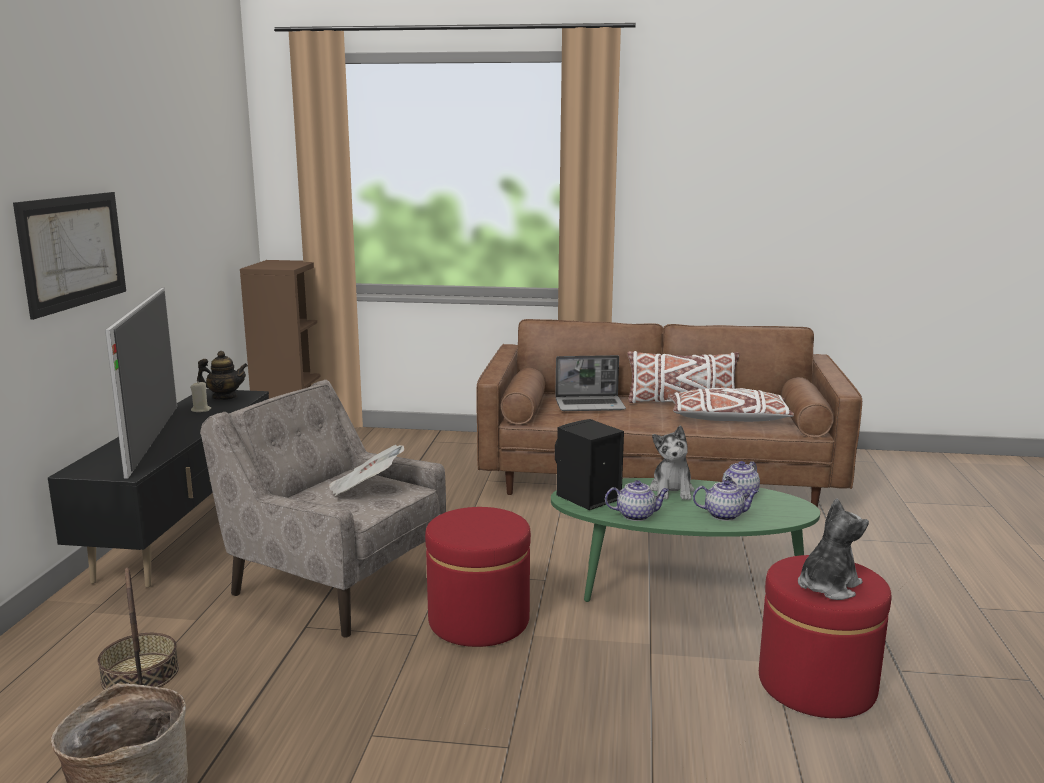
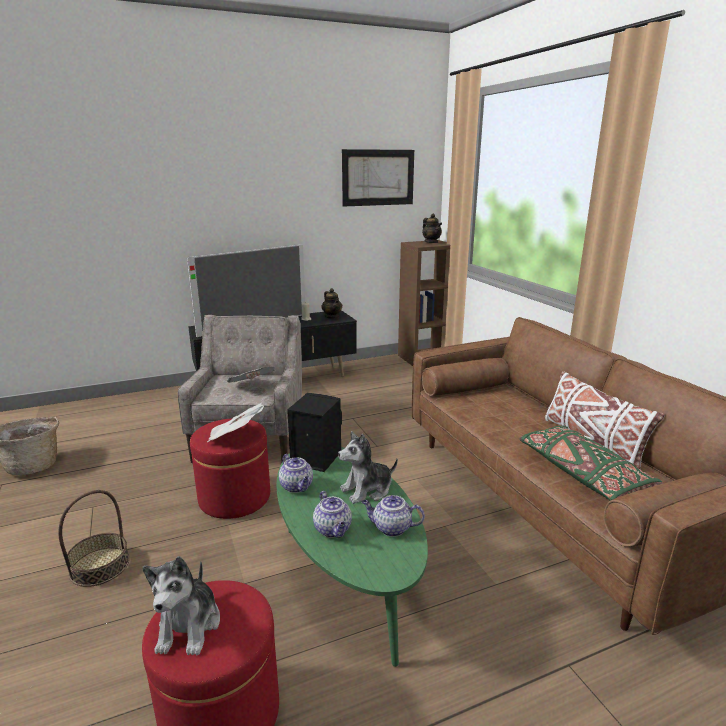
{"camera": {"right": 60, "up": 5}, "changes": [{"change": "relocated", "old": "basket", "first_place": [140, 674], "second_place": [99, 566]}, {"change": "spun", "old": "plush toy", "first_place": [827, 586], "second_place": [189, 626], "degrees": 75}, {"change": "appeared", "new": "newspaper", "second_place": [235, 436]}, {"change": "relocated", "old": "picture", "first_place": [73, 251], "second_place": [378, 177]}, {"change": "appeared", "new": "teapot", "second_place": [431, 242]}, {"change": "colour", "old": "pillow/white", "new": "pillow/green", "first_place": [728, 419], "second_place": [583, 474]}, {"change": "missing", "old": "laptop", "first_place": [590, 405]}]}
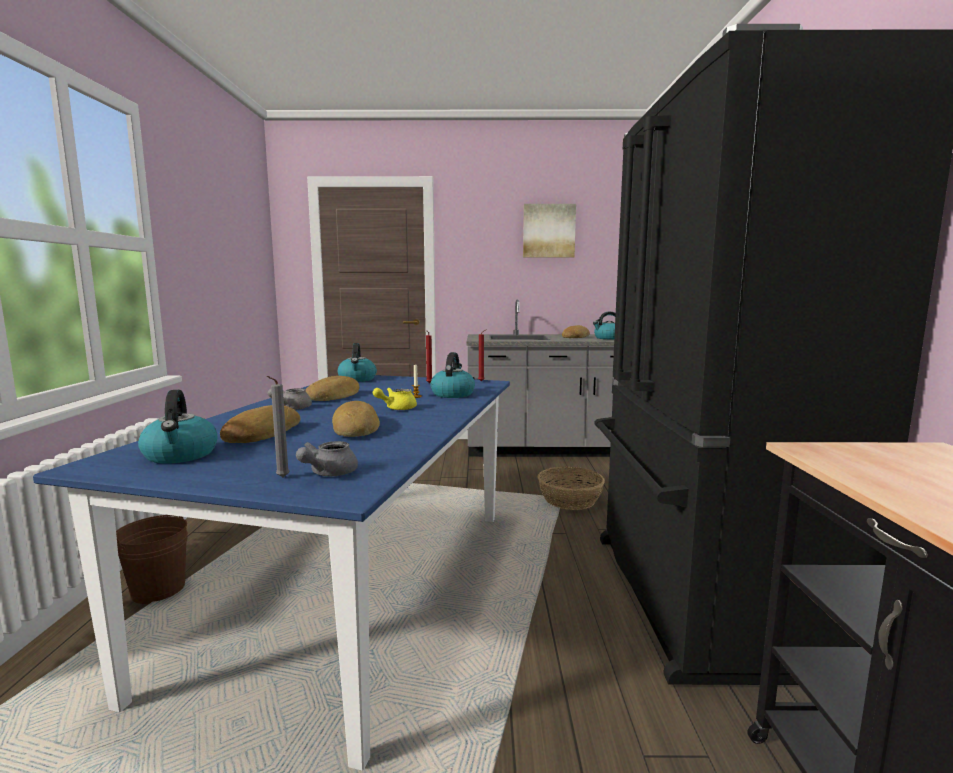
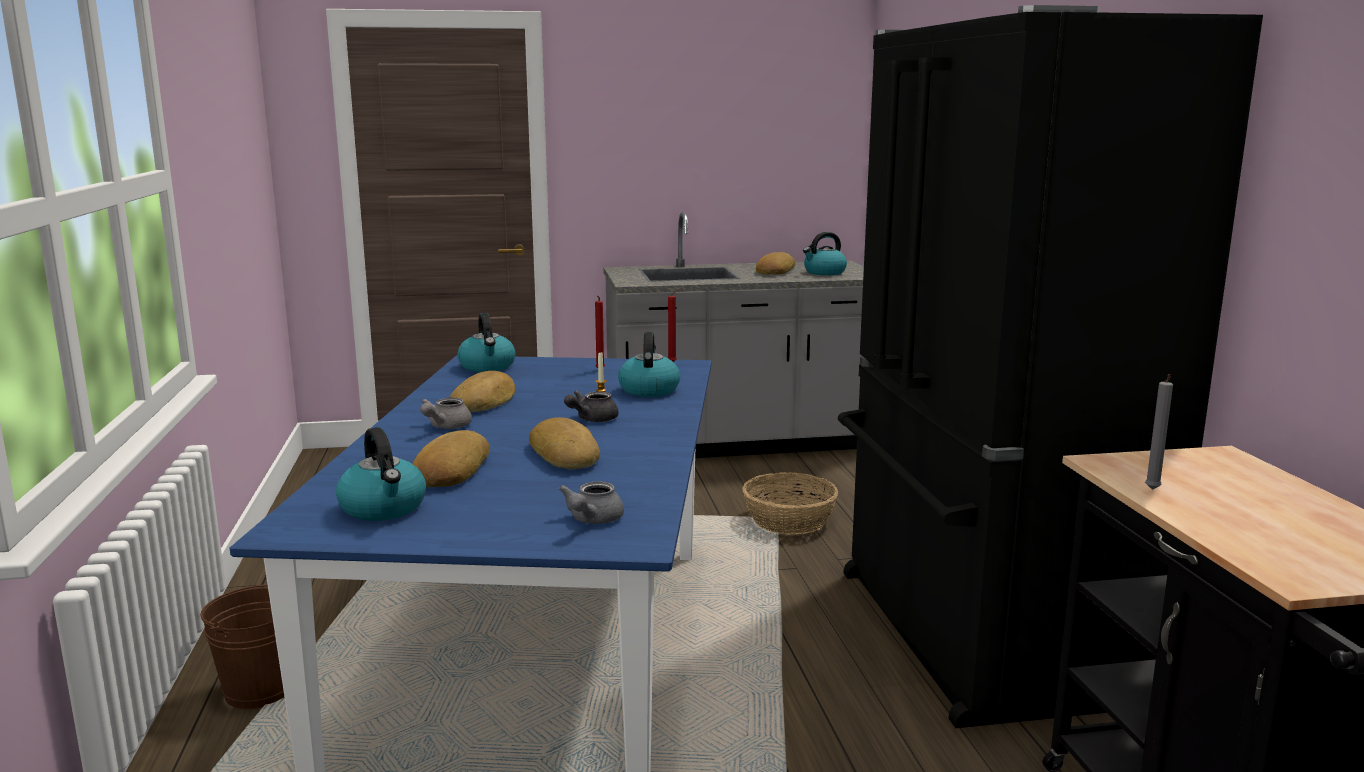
{"camera": {"right": -10, "up": 5}, "changes": [{"change": "colour", "old": "teapot/yellow", "new": "teapot/grey", "first_place": [396, 408], "second_place": [592, 419]}, {"change": "relocated", "old": "candle/grey", "first_place": [281, 478], "second_place": [1152, 490]}, {"change": "missing", "old": "picture", "first_place": [548, 231]}]}
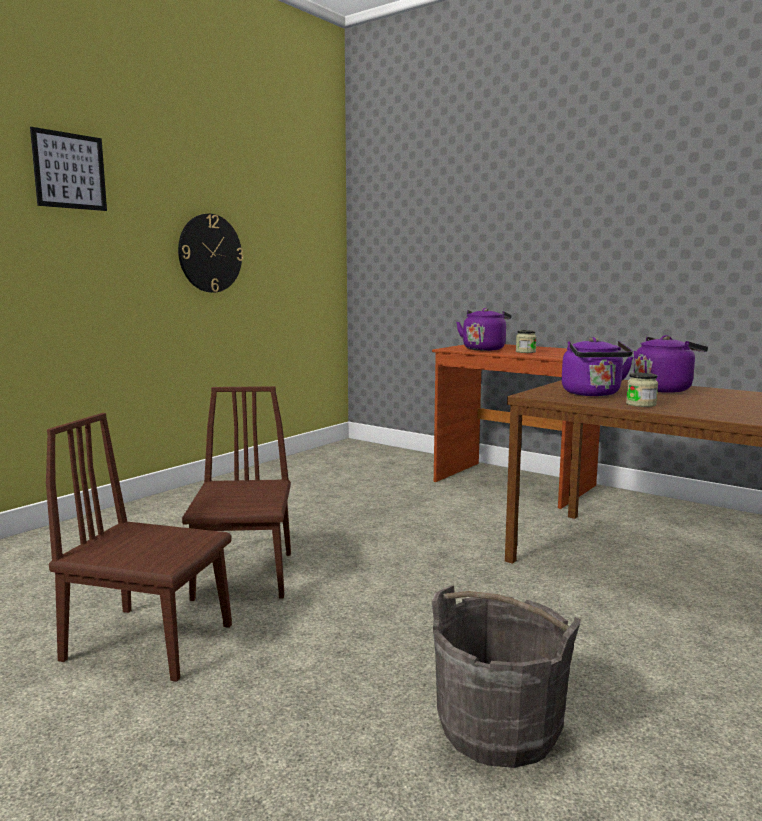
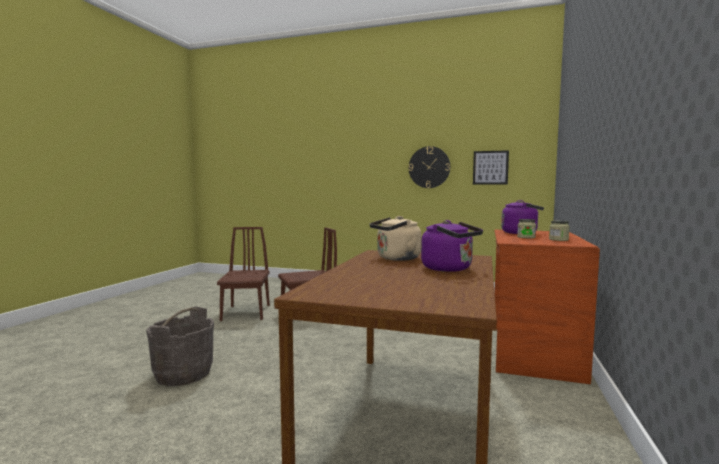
{"camera": {"right": 70, "up": -5}, "changes": [{"change": "colour", "old": "kettle/purple", "new": "kettle/beige", "first_place": [593, 394], "second_place": [396, 258]}, {"change": "relocated", "old": "picture", "first_place": [69, 171], "second_place": [490, 167]}, {"change": "relocated", "old": "jar", "first_place": [641, 404], "second_place": [558, 239]}]}
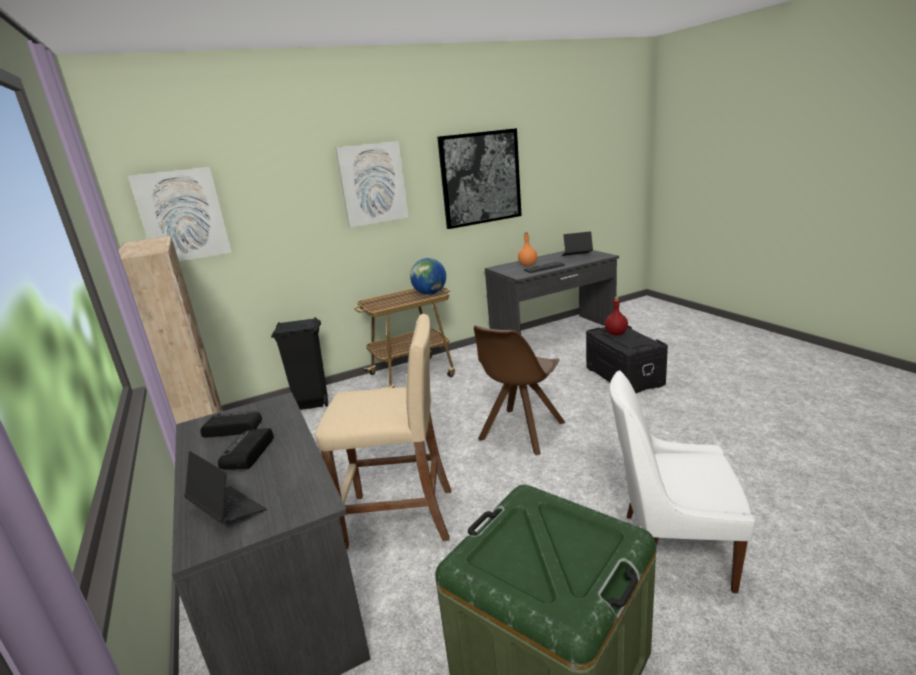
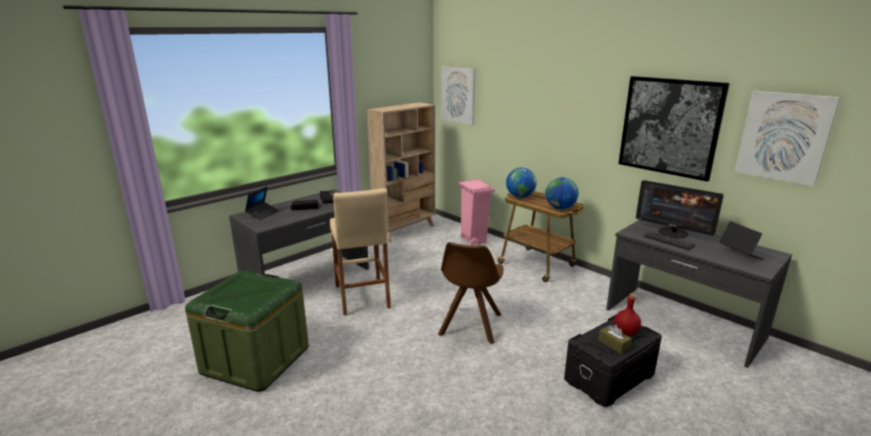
{"camera": {"right": 70, "up": 0}, "changes": [{"change": "spun", "old": "chair/brown", "first_place": [520, 432], "second_place": [470, 325], "degrees": -90}, {"change": "colour", "old": "trash can/black", "new": "trash can/pink", "first_place": [312, 404], "second_place": [473, 240]}, {"change": "appeared", "new": "globe", "second_place": [520, 197]}, {"change": "appeared", "new": "tissue box/brown", "second_place": [613, 344]}, {"change": "exchanged", "old": "bottle/orange", "new": "monitor", "first_place": [527, 265], "second_place": [673, 233]}, {"change": "relocated", "old": "picture", "first_place": [372, 184], "second_place": [783, 137]}, {"change": "missing", "old": "chair/white", "first_place": [670, 550]}]}
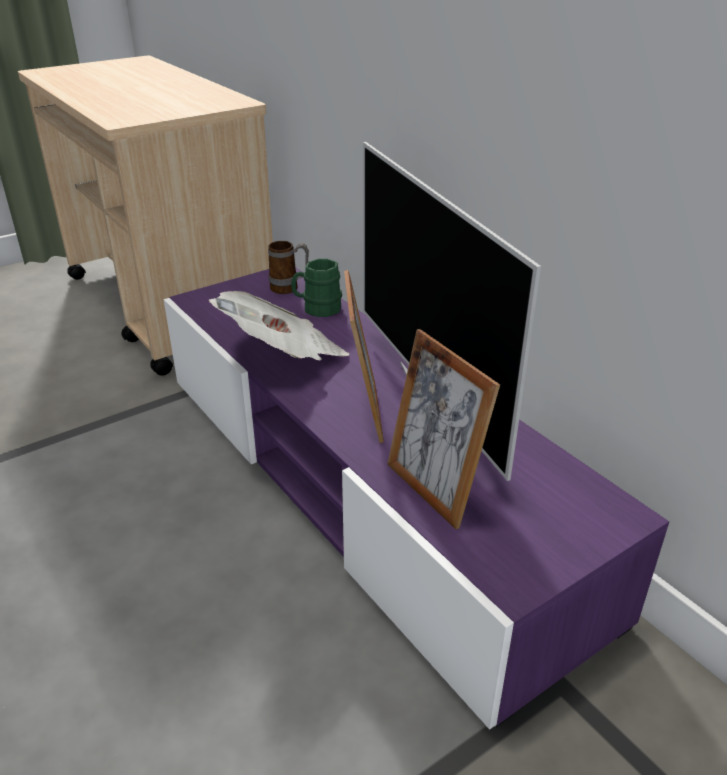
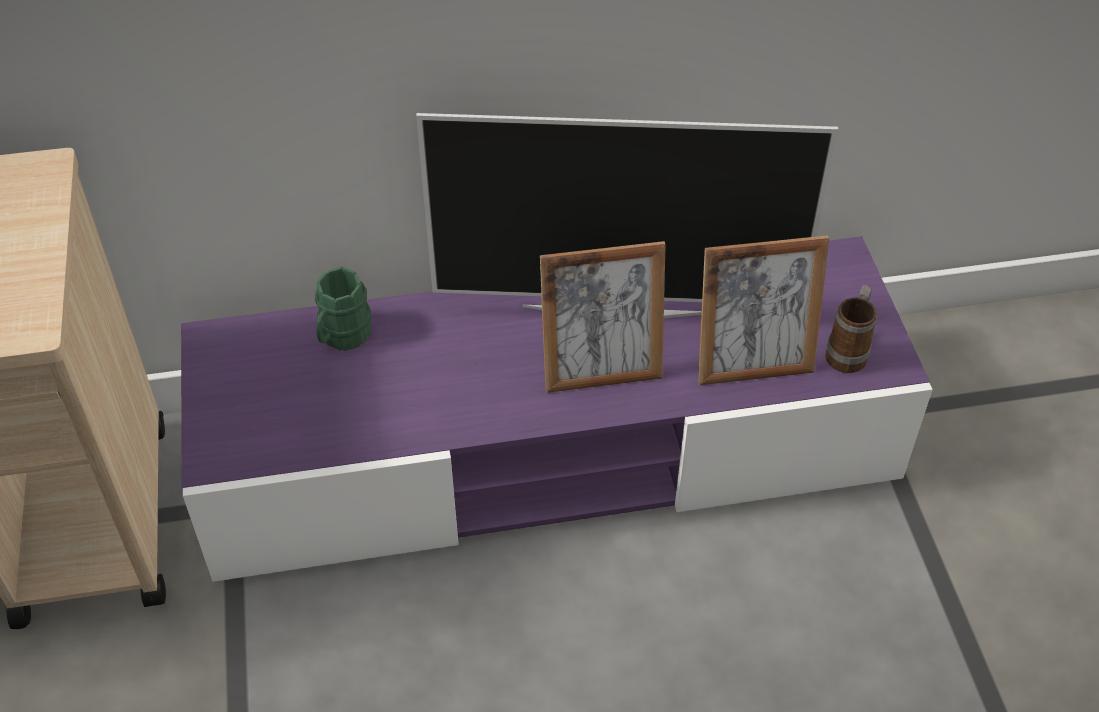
{"camera": {"right": -65, "up": 15}, "changes": [{"change": "spun", "old": "picture frame", "first_place": [363, 413], "second_place": [601, 372], "degrees": 150}, {"change": "relocated", "old": "mug", "first_place": [289, 288], "second_place": [848, 352]}, {"change": "missing", "old": "newspaper", "first_place": [284, 356]}]}
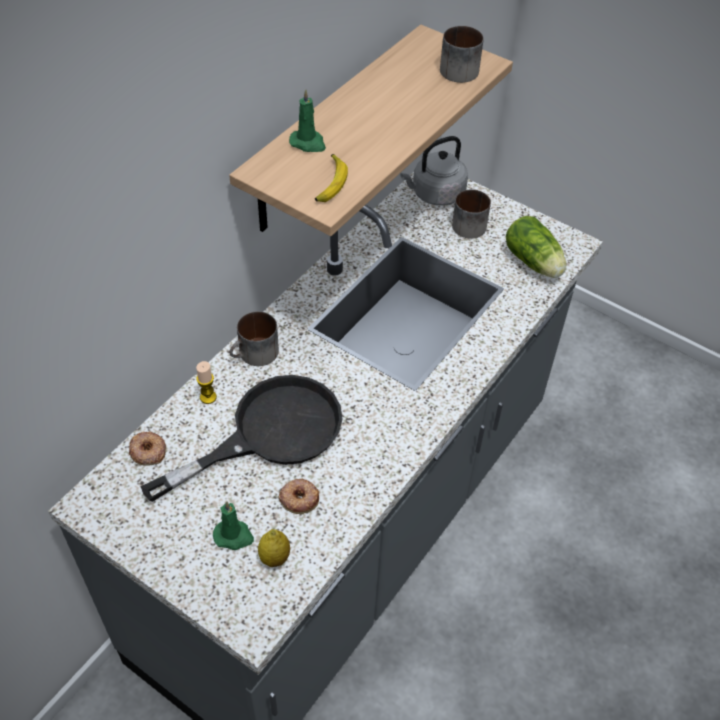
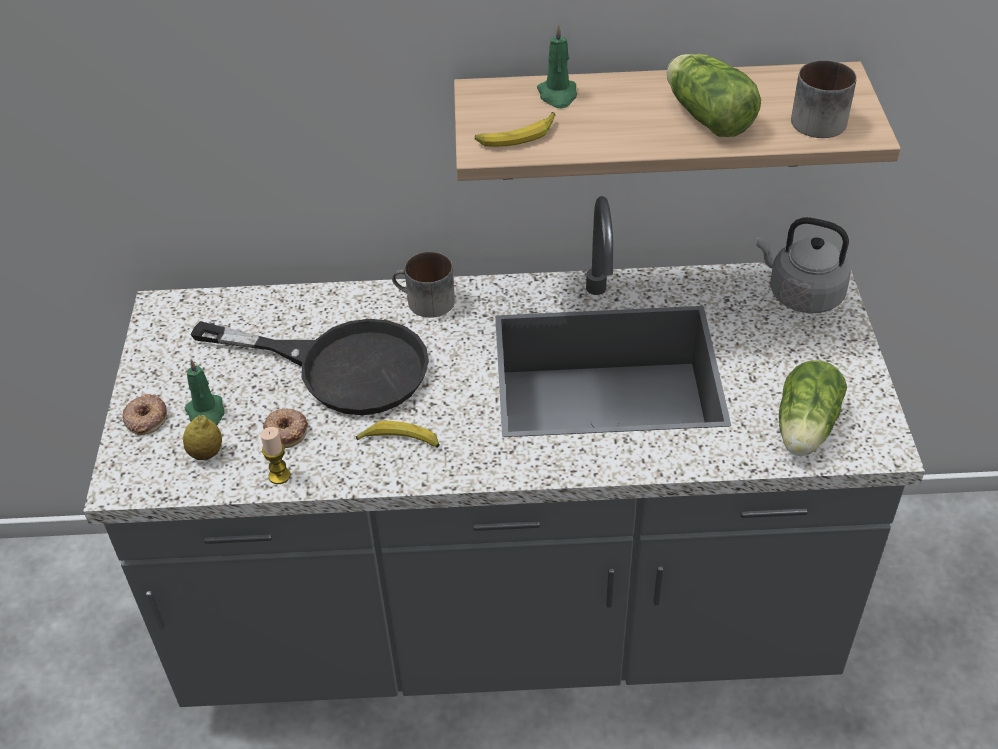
{"camera": {"right": 55, "up": -5}, "changes": [{"change": "relocated", "old": "donut", "first_place": [148, 451], "second_place": [145, 418]}, {"change": "relocated", "old": "candle", "first_place": [208, 397], "second_place": [279, 475]}, {"change": "appeared", "new": "banana", "second_place": [400, 441]}, {"change": "appeared", "new": "lettuce", "second_place": [705, 115]}, {"change": "missing", "old": "mug", "first_place": [470, 223]}]}
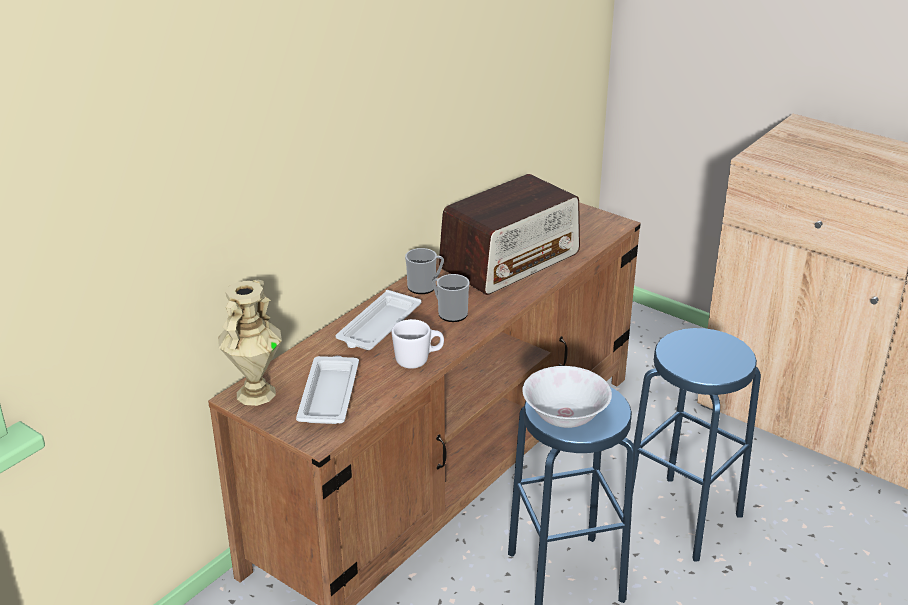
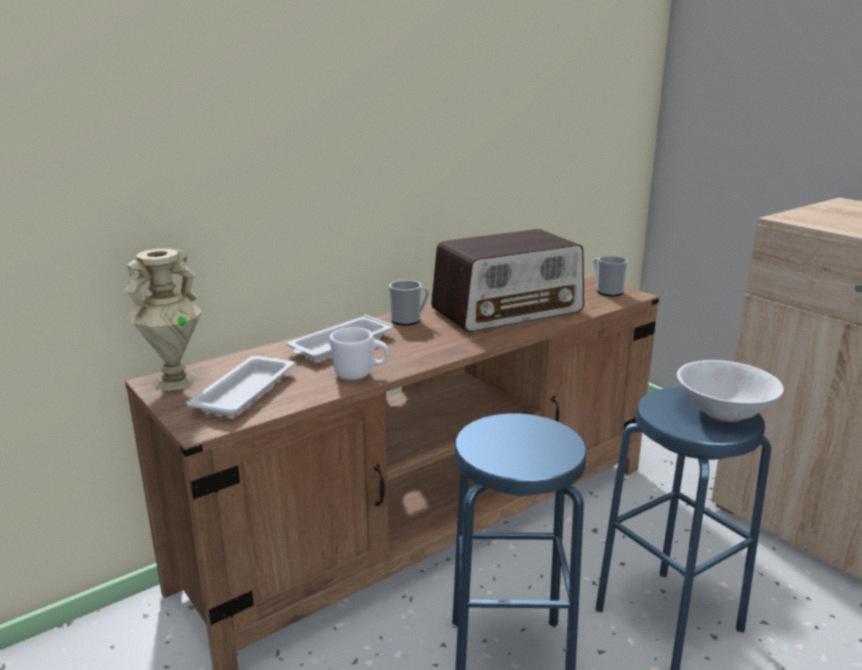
{"camera": {"right": 15, "up": -10}, "changes": [{"change": "relocated", "old": "mug", "first_place": [449, 313], "second_place": [606, 291]}, {"change": "relocated", "old": "bowl/white", "first_place": [564, 417], "second_place": [723, 413]}]}
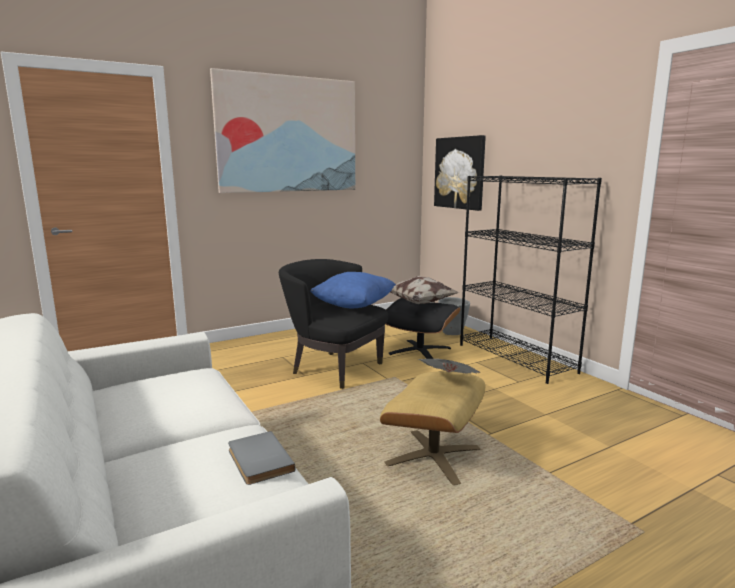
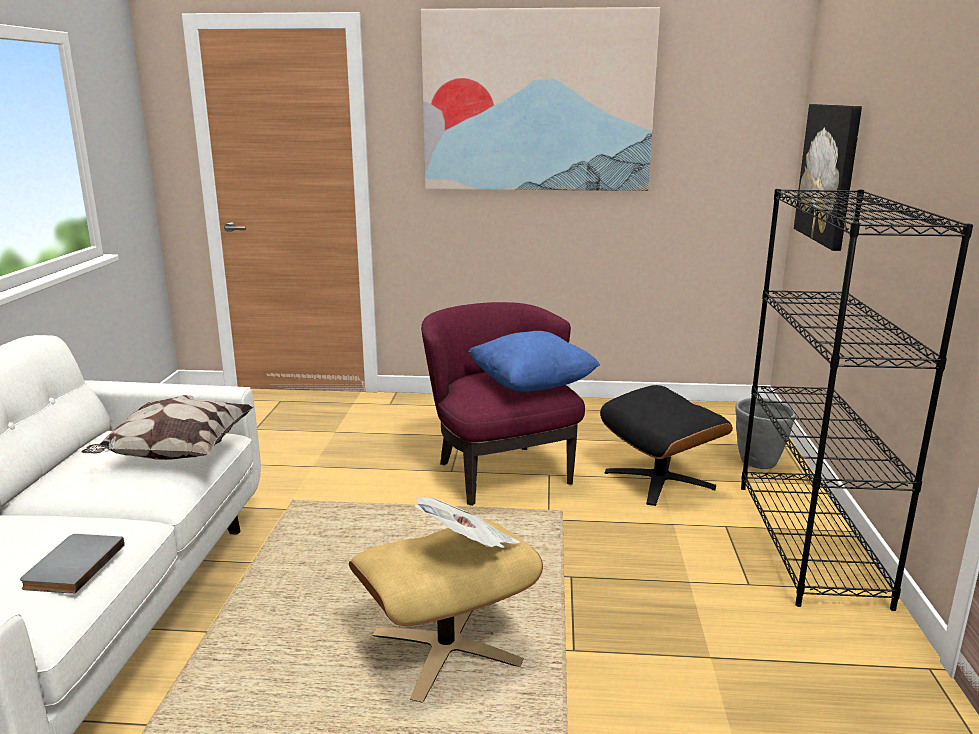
{"camera": {"right": 35, "up": 5}, "changes": [{"change": "relocated", "old": "pillow", "first_place": [420, 303], "second_place": [176, 454]}, {"change": "colour", "old": "armchair/black", "new": "armchair/purple", "first_place": [334, 368], "second_place": [500, 472]}]}
